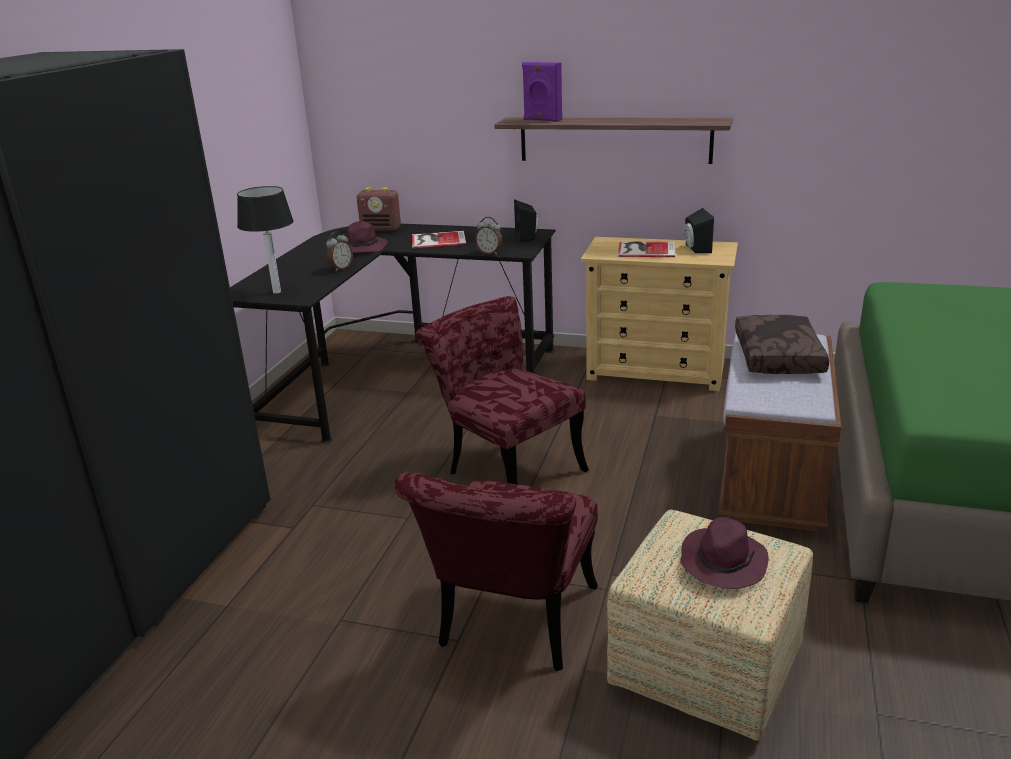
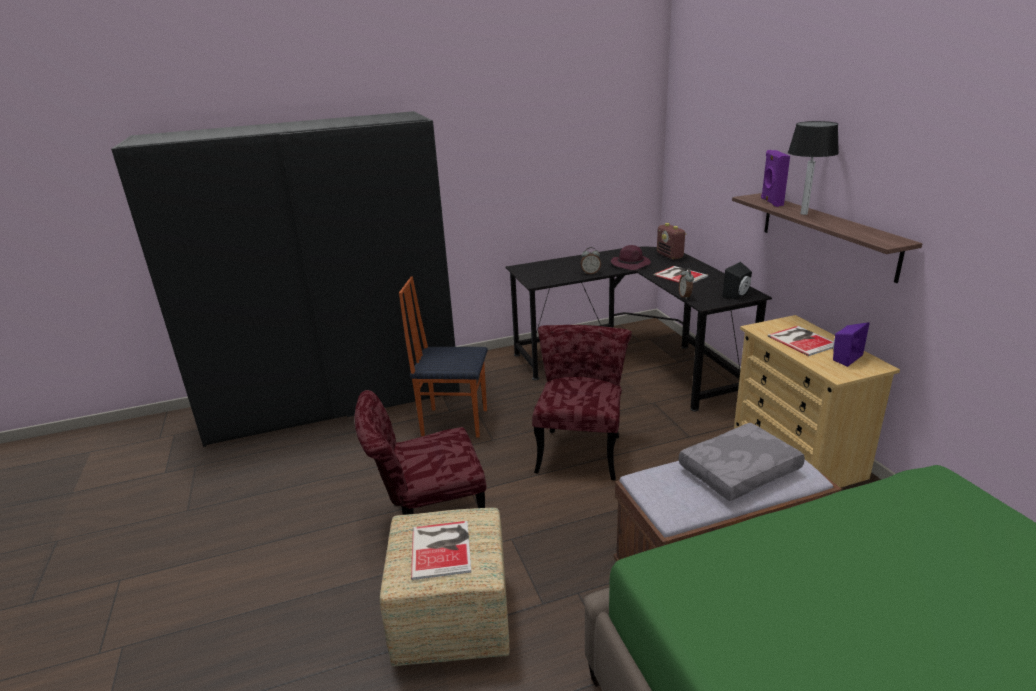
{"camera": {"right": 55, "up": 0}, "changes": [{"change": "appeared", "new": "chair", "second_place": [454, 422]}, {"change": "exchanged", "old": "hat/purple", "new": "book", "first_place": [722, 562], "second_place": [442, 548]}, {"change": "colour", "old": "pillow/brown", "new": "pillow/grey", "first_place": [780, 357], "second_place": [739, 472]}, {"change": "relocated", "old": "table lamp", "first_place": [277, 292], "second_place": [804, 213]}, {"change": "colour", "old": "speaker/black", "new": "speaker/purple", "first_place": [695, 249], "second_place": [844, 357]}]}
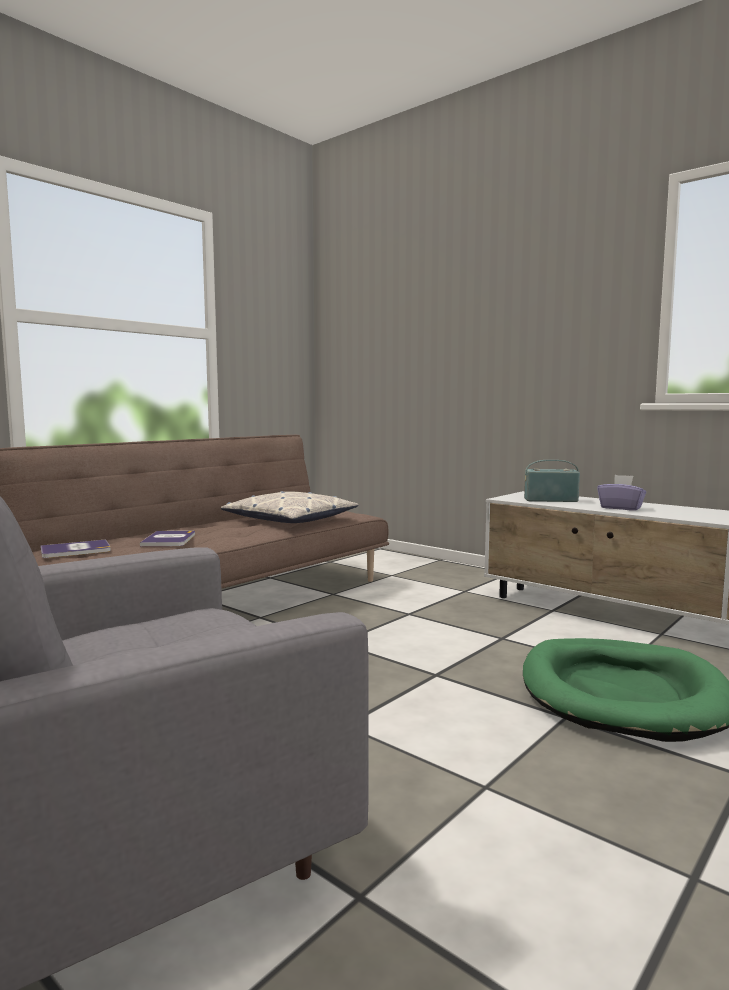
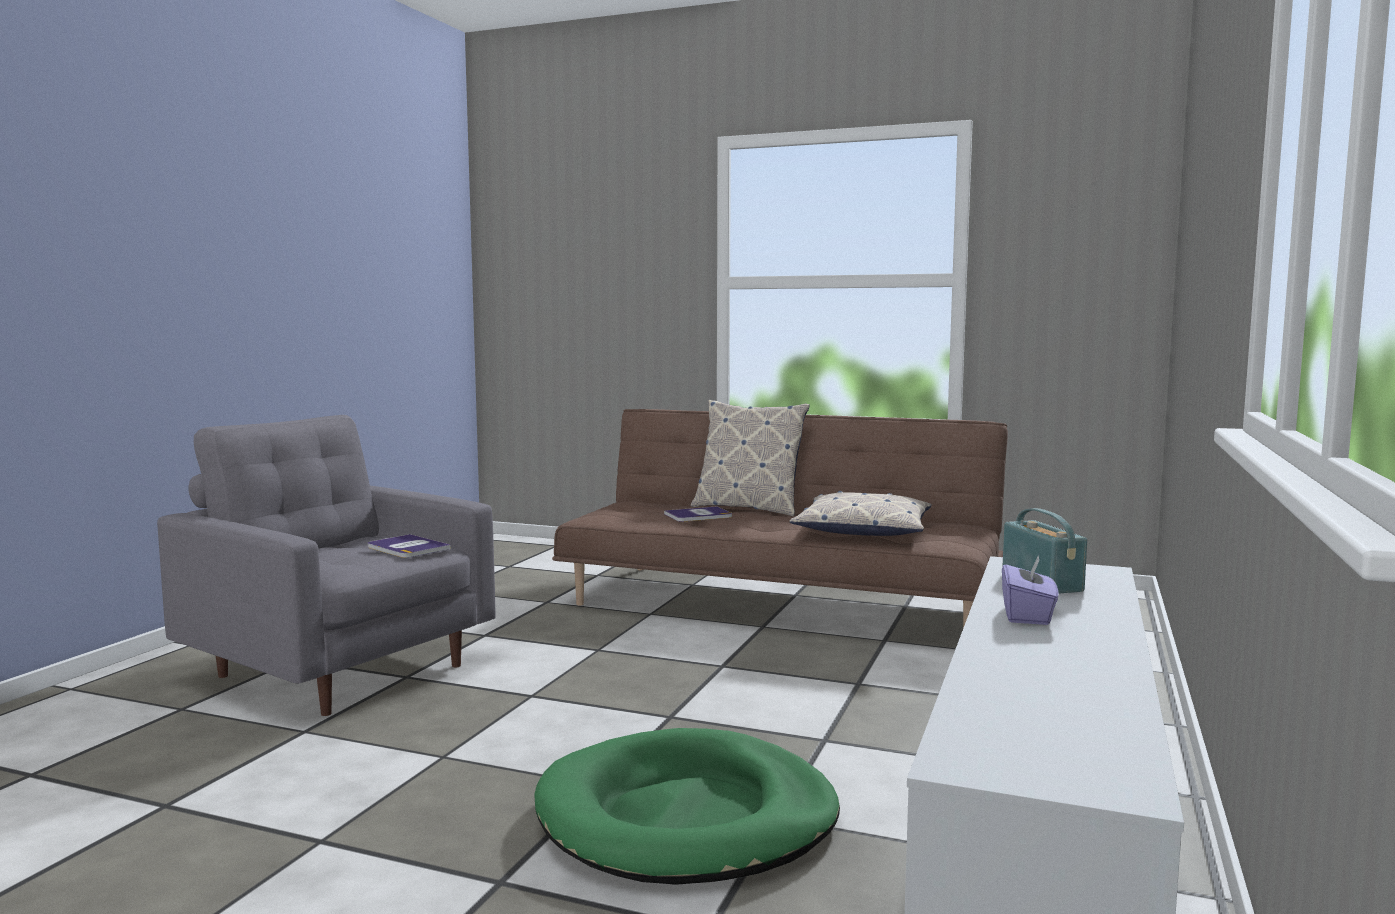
{"camera": {"right": 70, "up": 0}, "changes": [{"change": "relocated", "old": "book", "first_place": [75, 550], "second_place": [407, 548]}, {"change": "appeared", "new": "pillow", "second_place": [748, 508]}]}
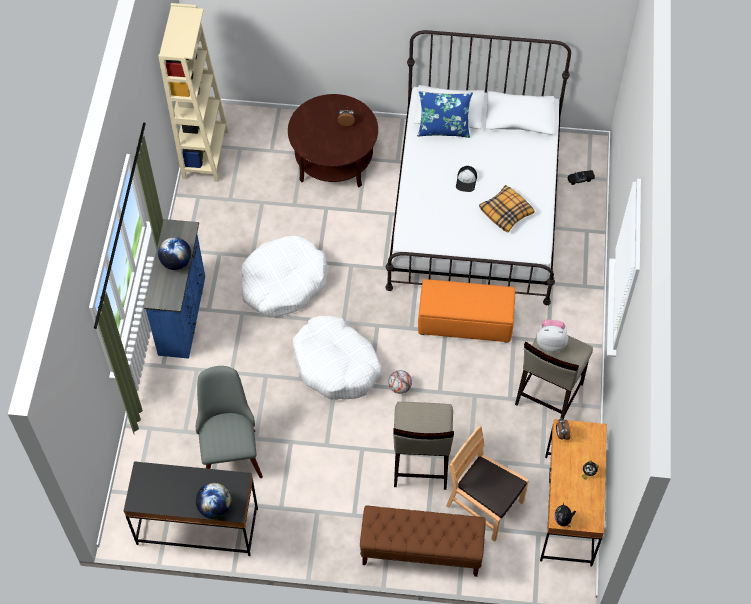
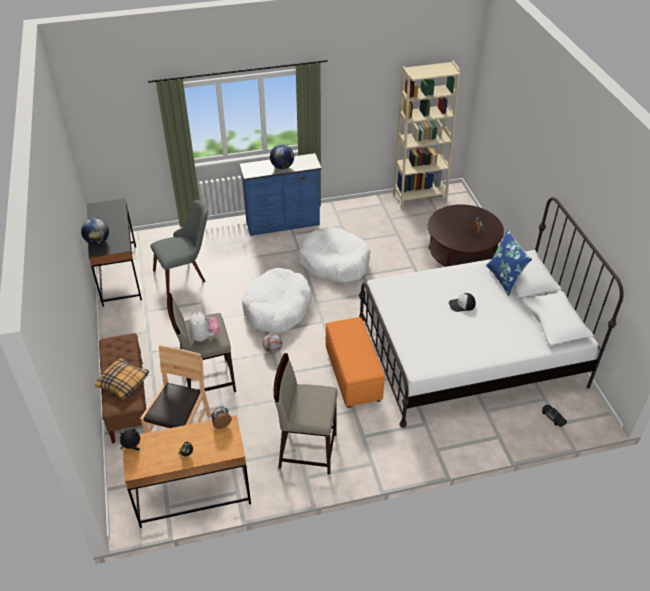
{"camera": {"right": 70, "up": -15}, "changes": [{"change": "relocated", "old": "pillow", "first_place": [506, 212], "second_place": [123, 382]}, {"change": "relocated", "old": "plush toy", "first_place": [550, 342], "second_place": [205, 337]}]}
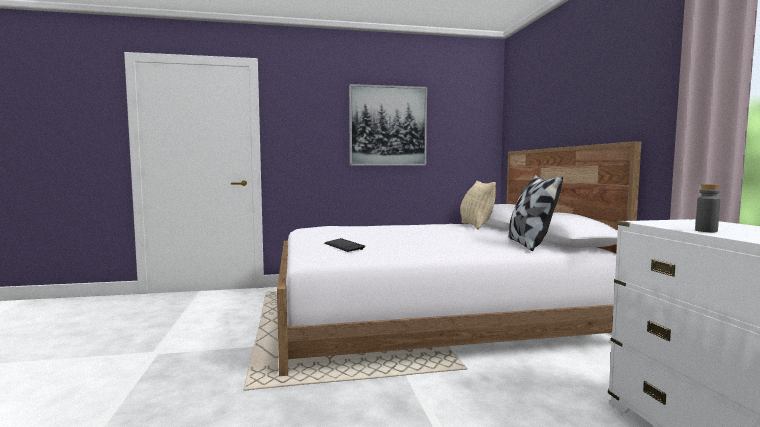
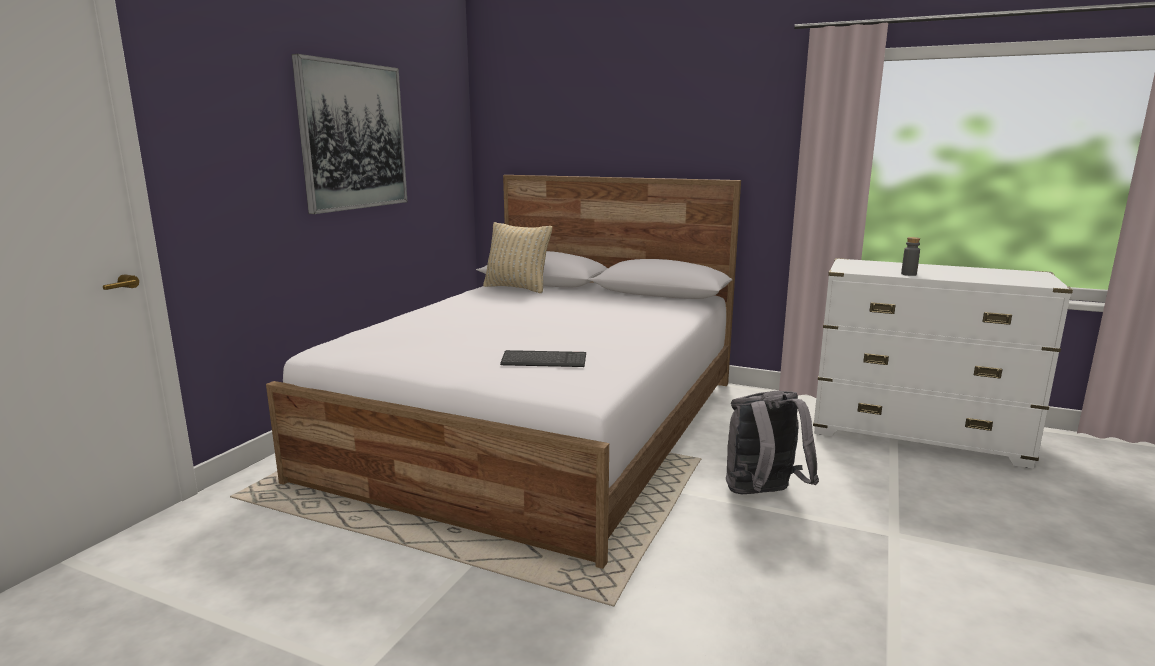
{"camera": {"right": -55, "up": 10}, "changes": [{"change": "appeared", "new": "backpack/grey", "second_place": [763, 495]}, {"change": "missing", "old": "pillow", "first_place": [529, 244]}]}
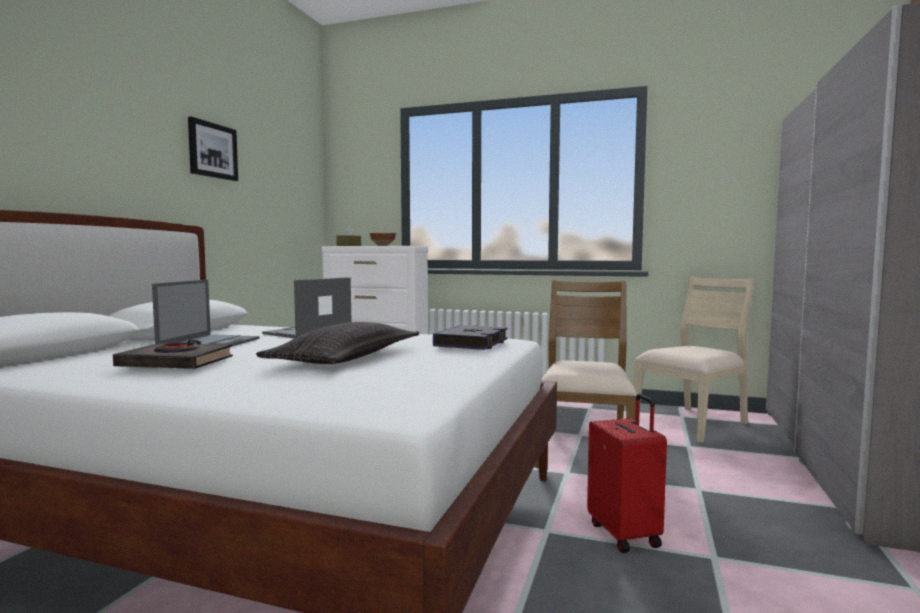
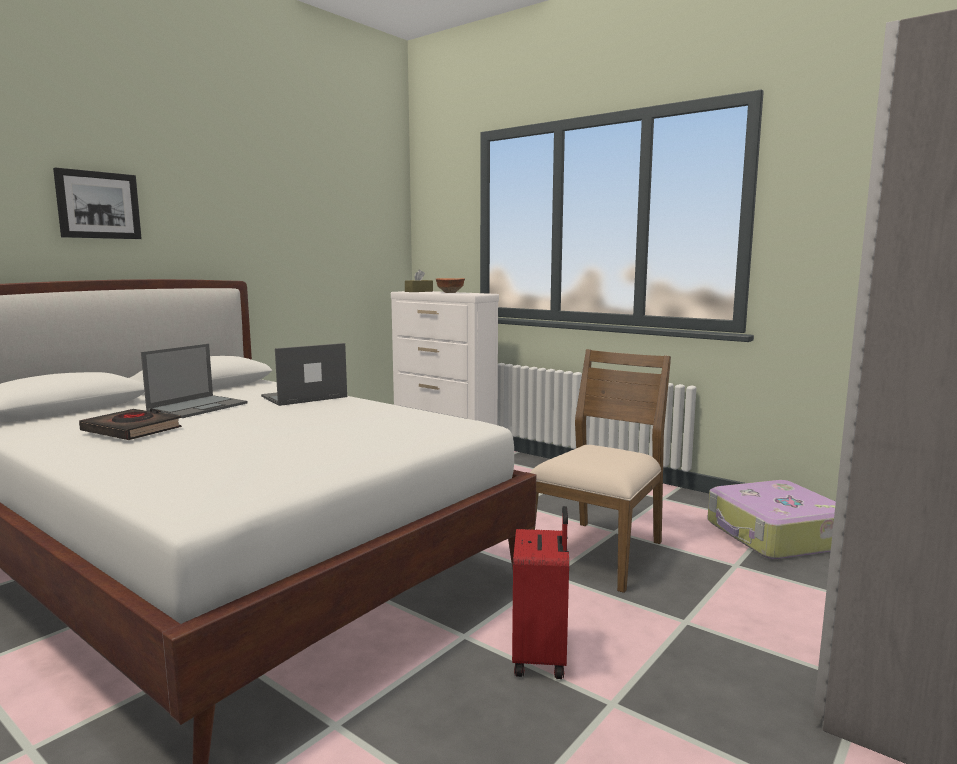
{"camera": {"right": 20, "up": 5}, "changes": [{"change": "relocated", "old": "picture", "first_place": [212, 150], "second_place": [98, 205]}, {"change": "exchanged", "old": "chair/beige", "new": "suitcase", "first_place": [692, 423], "second_place": [775, 535]}, {"change": "missing", "old": "pillow", "first_place": [347, 358]}, {"change": "missing", "old": "book", "first_place": [472, 343]}]}
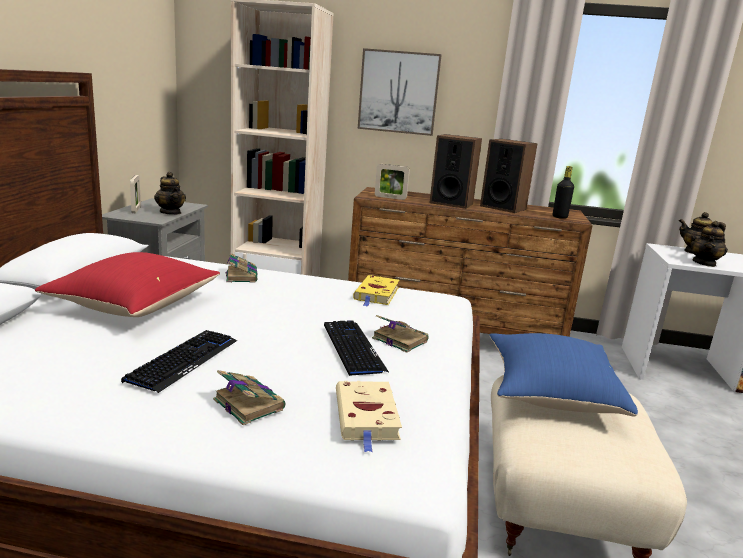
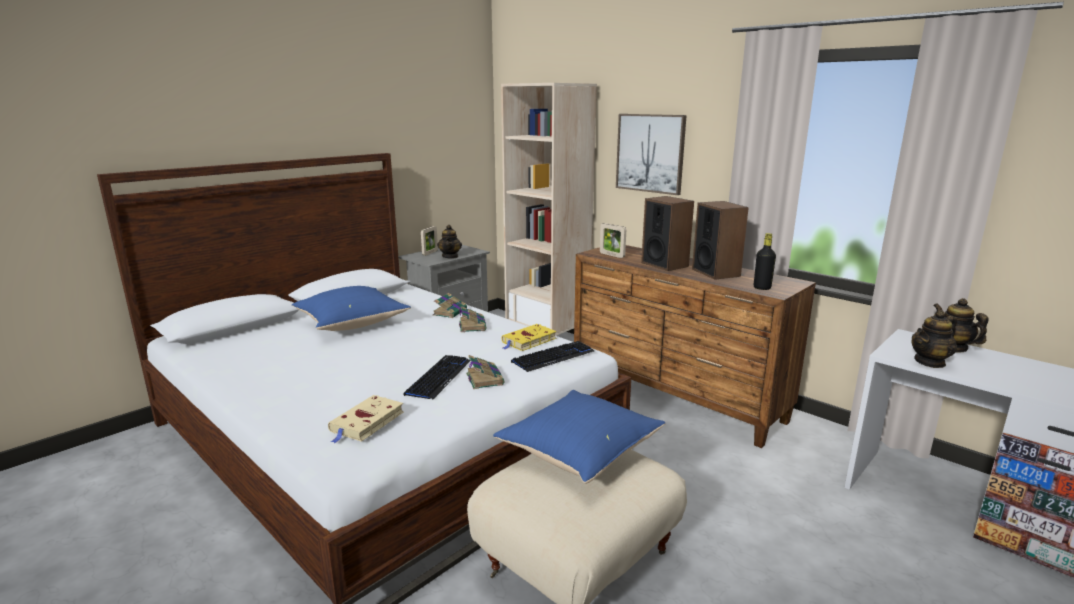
{"camera": {"right": 35, "up": 0}, "changes": [{"change": "colour", "old": "pillow/red", "new": "pillow/blue", "first_place": [135, 306], "second_place": [352, 324]}, {"change": "relocated", "old": "book", "first_place": [248, 403], "second_place": [472, 325]}, {"change": "relocated", "old": "keyboard", "first_place": [183, 361], "second_place": [553, 357]}]}
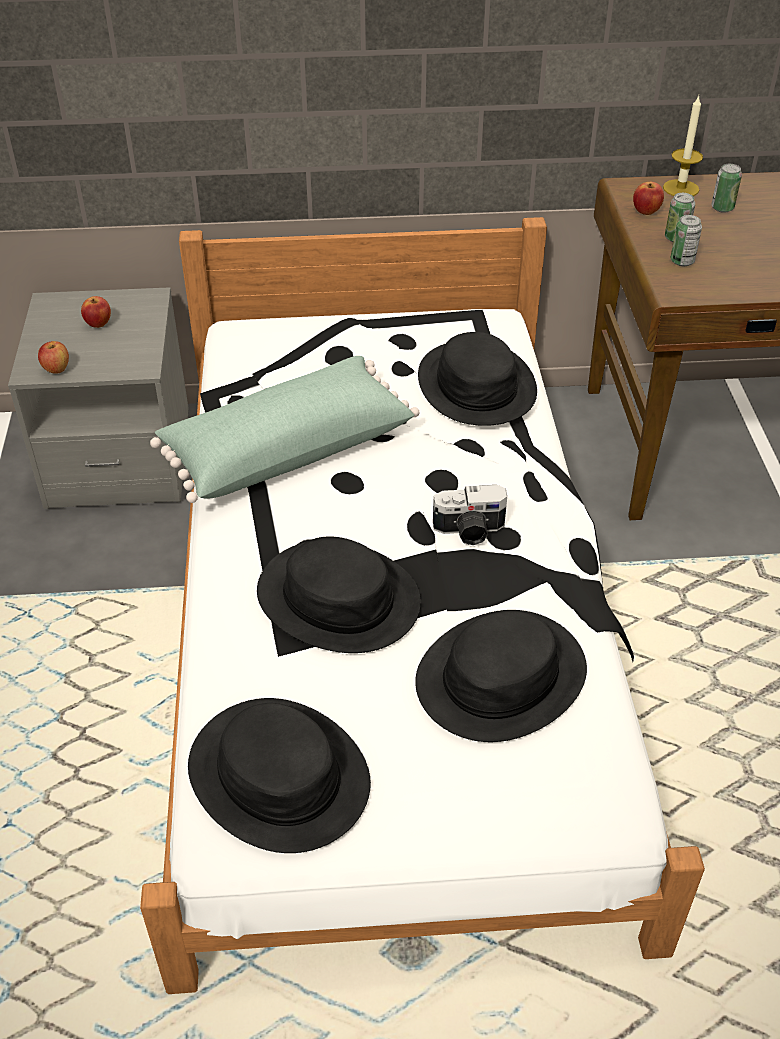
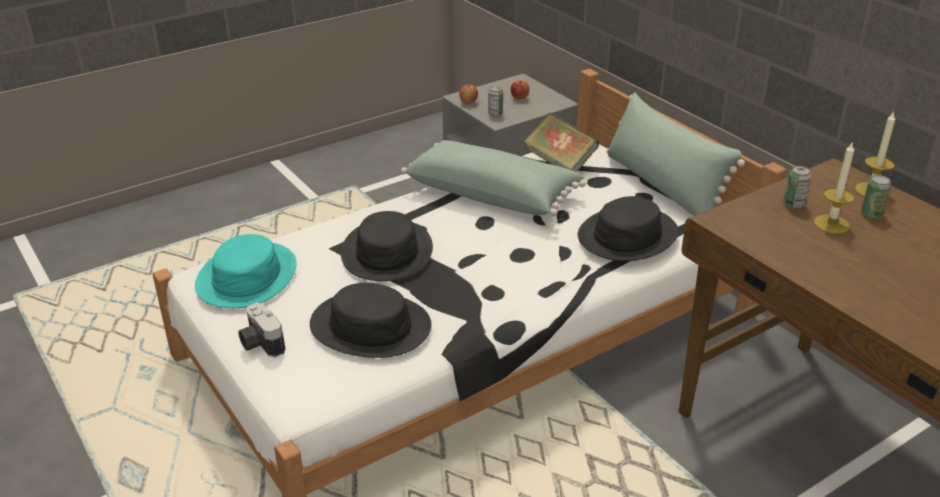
{"camera": {"right": 60, "up": -10}, "changes": [{"change": "colour", "old": "hat/black", "new": "hat/turquoise", "first_place": [278, 776], "second_place": [246, 277]}, {"change": "relocated", "old": "photo camera", "first_place": [469, 531], "second_place": [260, 343]}, {"change": "relocated", "old": "can", "first_place": [682, 261], "second_place": [495, 114]}, {"change": "appeared", "new": "book", "second_place": [559, 162]}, {"change": "appeared", "new": "pillow/green", "second_place": [662, 187]}, {"change": "appeared", "new": "candle", "second_place": [831, 224]}, {"change": "missing", "old": "apple", "first_place": [646, 211]}]}
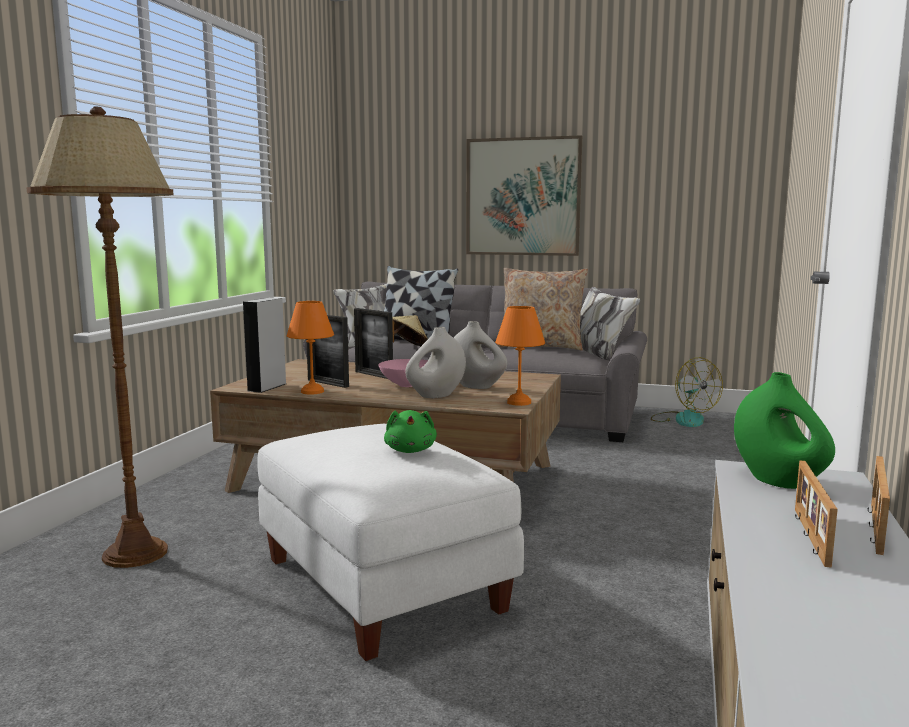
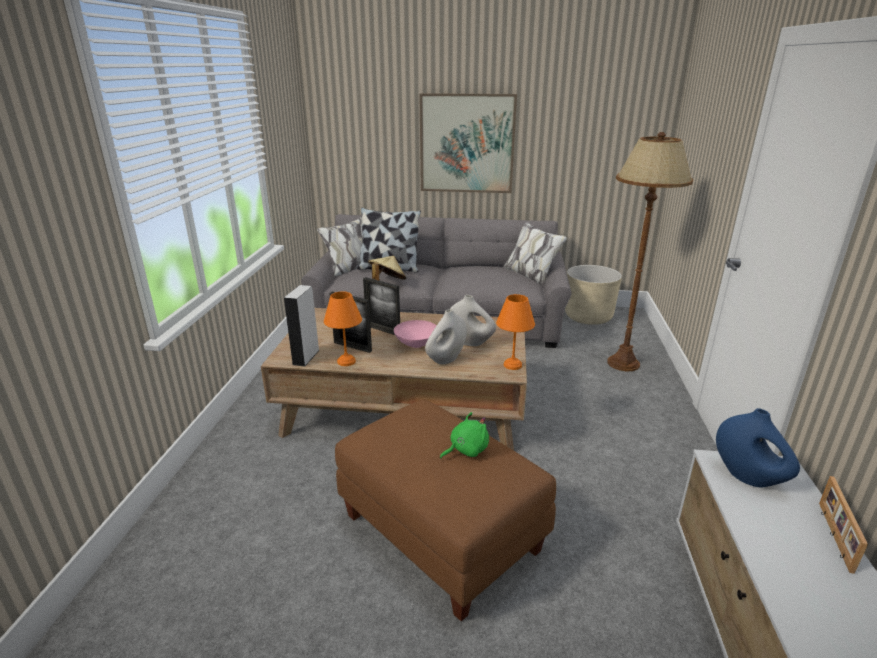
{"camera": {"right": -10, "up": 15}, "changes": [{"change": "colour", "old": "ottoman/white", "new": "ottoman/brown", "first_place": [379, 583], "second_place": [439, 533]}, {"change": "spun", "old": "plush toy/green", "first_place": [410, 450], "second_place": [466, 450], "degrees": -105}, {"change": "exchanged", "old": "fan", "new": "planter/beige", "first_place": [683, 419], "second_place": [588, 317]}, {"change": "relocated", "old": "floor lamp/brown", "first_place": [135, 554], "second_place": [623, 363]}, {"change": "colour", "old": "vase/green", "new": "vase/blue", "first_place": [778, 481], "second_place": [748, 477]}, {"change": "missing", "old": "pillow/beige", "first_place": [541, 346]}, {"change": "missing", "old": "picture frame", "first_place": [809, 536]}]}
